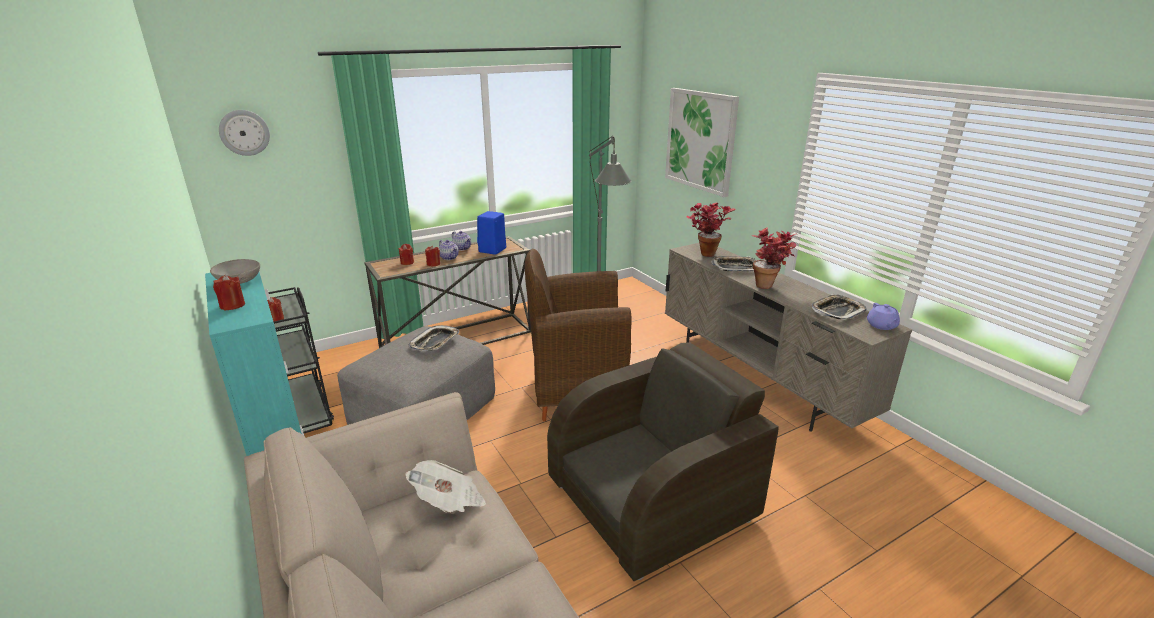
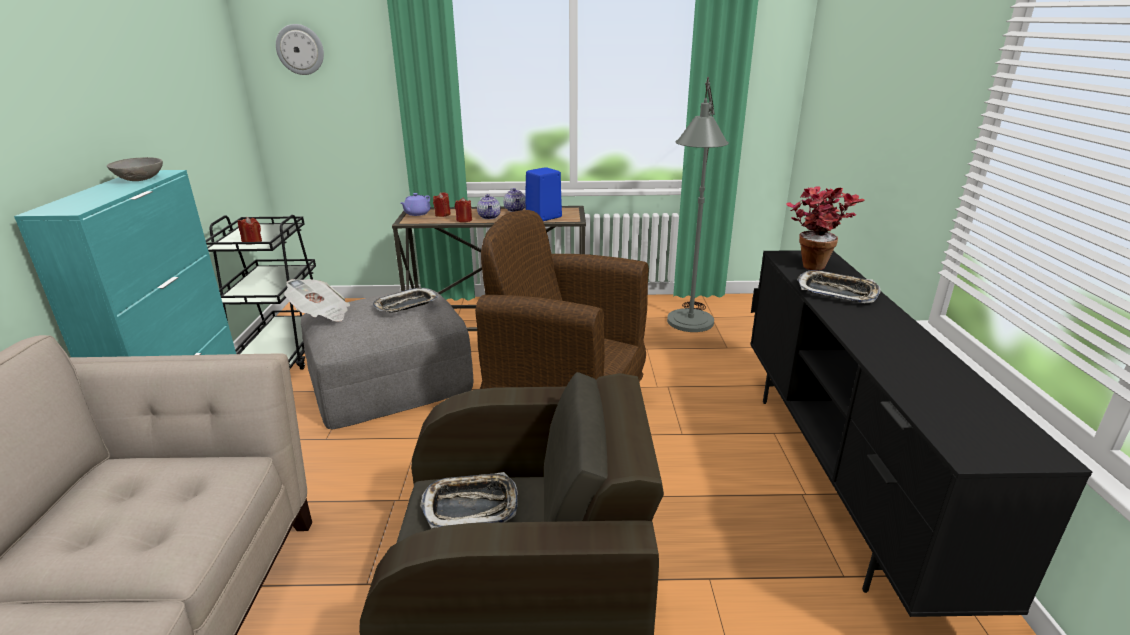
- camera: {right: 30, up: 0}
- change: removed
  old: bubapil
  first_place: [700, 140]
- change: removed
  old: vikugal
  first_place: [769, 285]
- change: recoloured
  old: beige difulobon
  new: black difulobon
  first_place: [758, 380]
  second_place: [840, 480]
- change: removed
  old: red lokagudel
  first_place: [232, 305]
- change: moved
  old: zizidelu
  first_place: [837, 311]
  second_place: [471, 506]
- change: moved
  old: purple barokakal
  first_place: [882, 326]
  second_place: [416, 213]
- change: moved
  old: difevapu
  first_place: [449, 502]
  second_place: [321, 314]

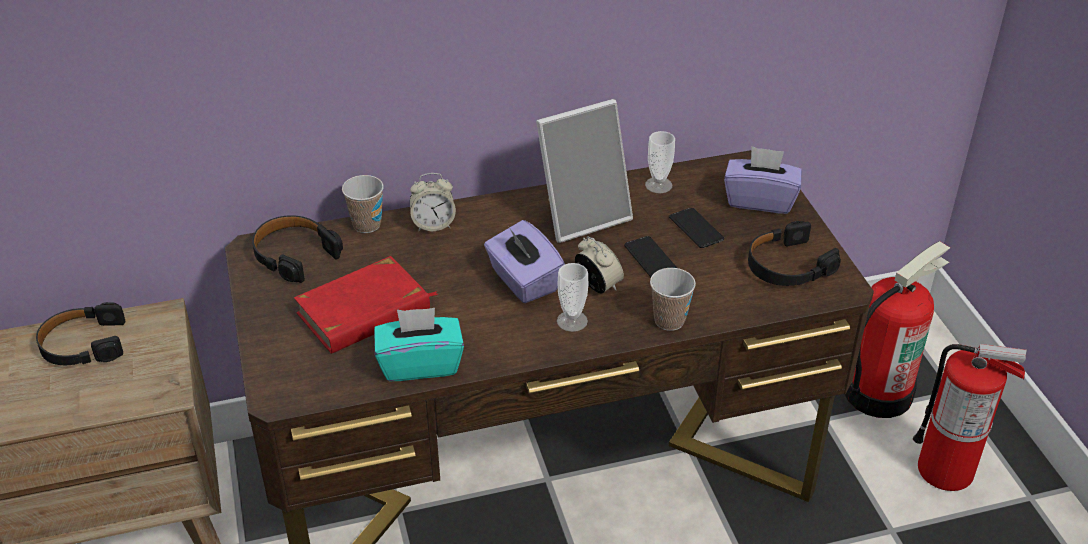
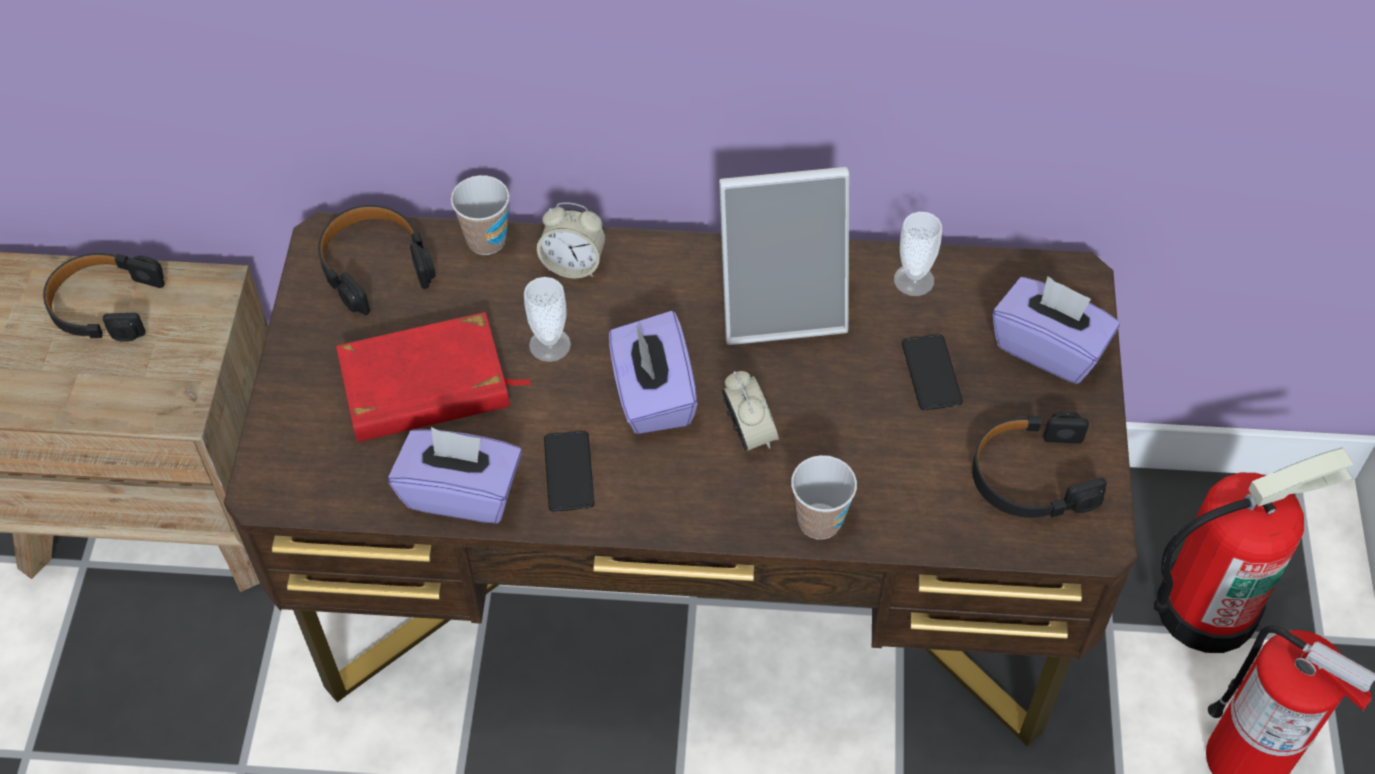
- camera: {right: 20, up: 15}
- change: moved
  old: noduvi
  first_place: [650, 258]
  second_place: [569, 472]
- change: moved
  old: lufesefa
  first_place: [572, 321]
  second_place: [550, 345]
- change: recoloured
  old: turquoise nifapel
  new: purple nifapel
  first_place: [420, 364]
  second_place: [462, 492]

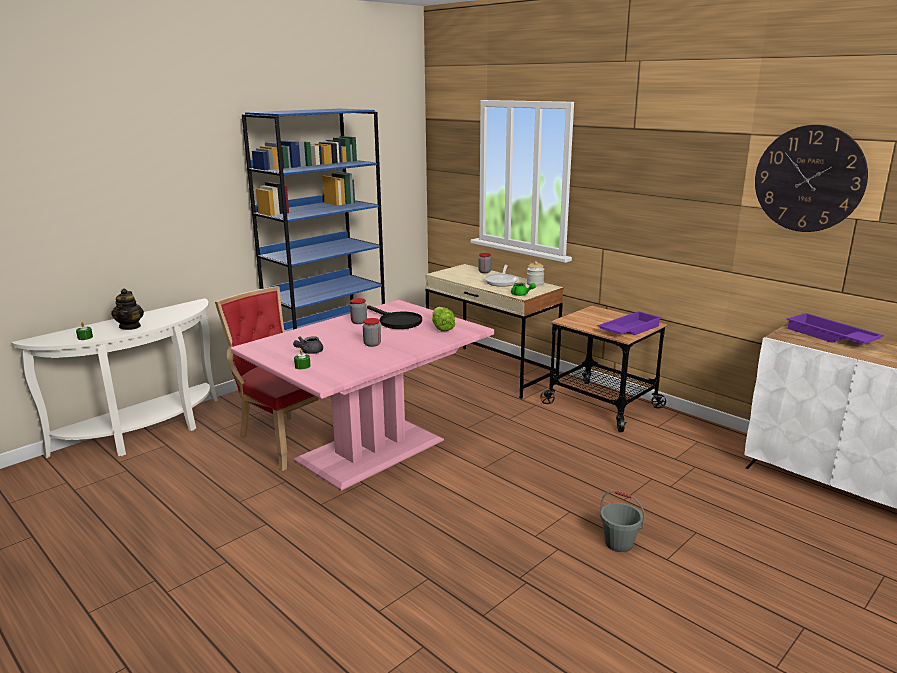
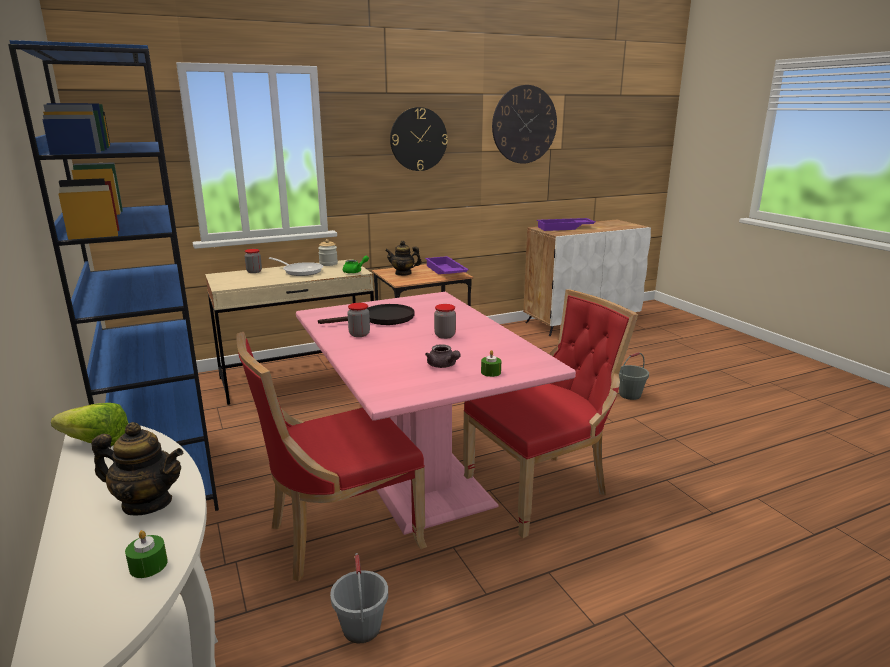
- camera: {right: -70, up: 0}
- change: moved
  old: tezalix
  first_place: [441, 327]
  second_place: [92, 442]
- change: added
  new: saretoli
  second_place: [418, 139]
- change: added
  new: barokakal
  second_place: [403, 273]
- change: added
  new: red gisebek
  second_place: [541, 489]
- change: added
  new: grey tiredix
  second_place: [361, 628]

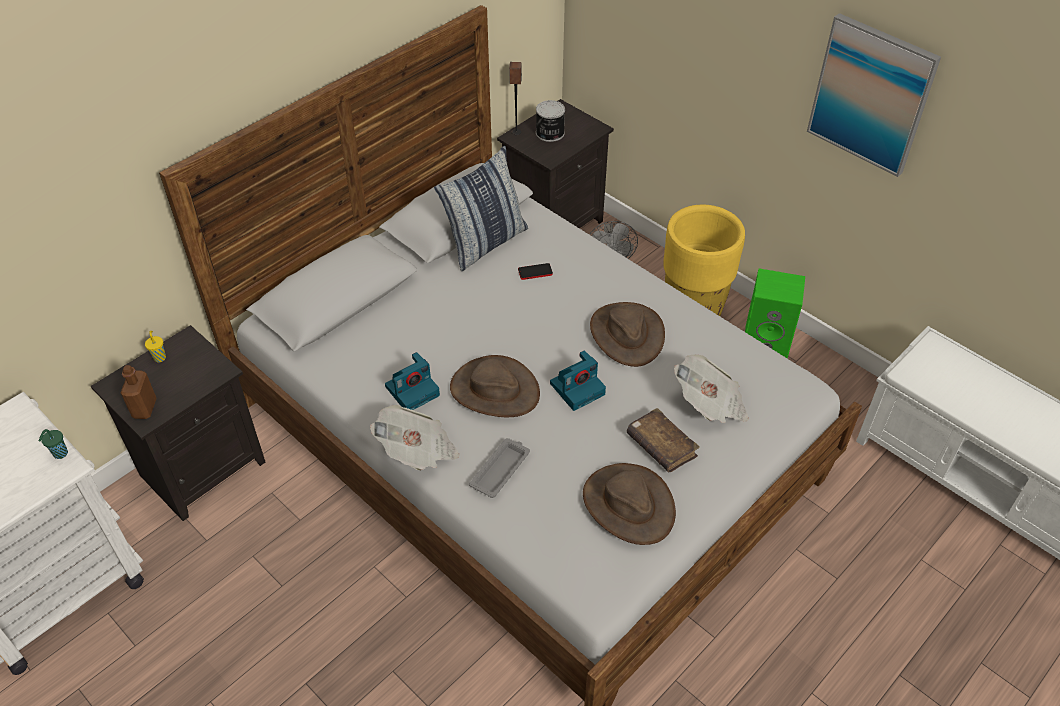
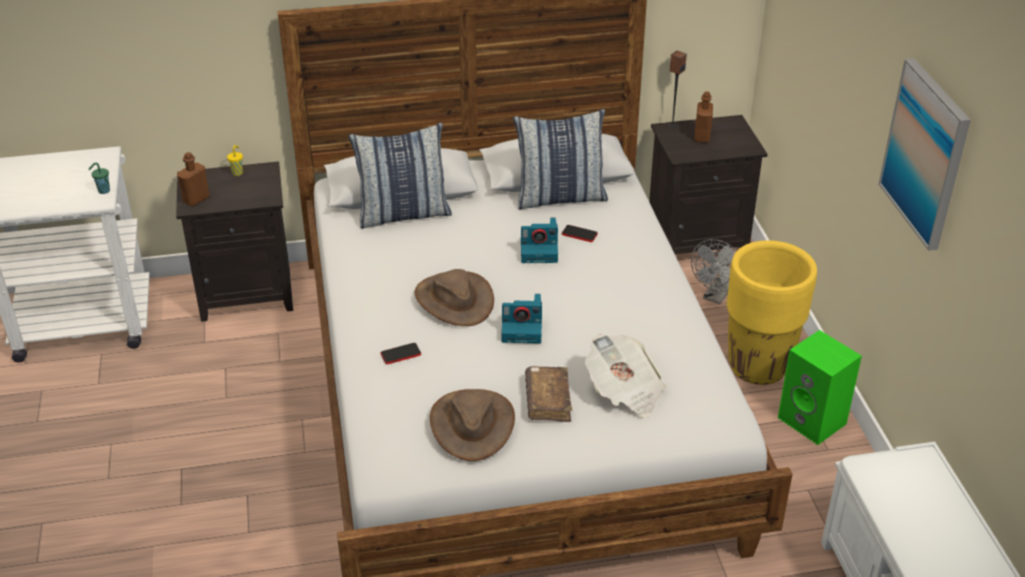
- camera: {right: 35, up: -10}
- change: replaced
  old: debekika
  new: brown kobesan
  first_place: [549, 133]
  second_place: [702, 137]
- change: removed
  old: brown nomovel
  first_place: [626, 334]
- change: moved
  old: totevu
  first_place: [413, 390]
  second_place: [540, 250]
- change: removed
  old: difevapu
  first_place: [418, 451]
- change: replaced
  old: grey zizidelu
  new: noduvi
  first_place: [501, 470]
  second_place: [400, 354]
- change: added
  new: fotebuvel
  second_place: [403, 214]

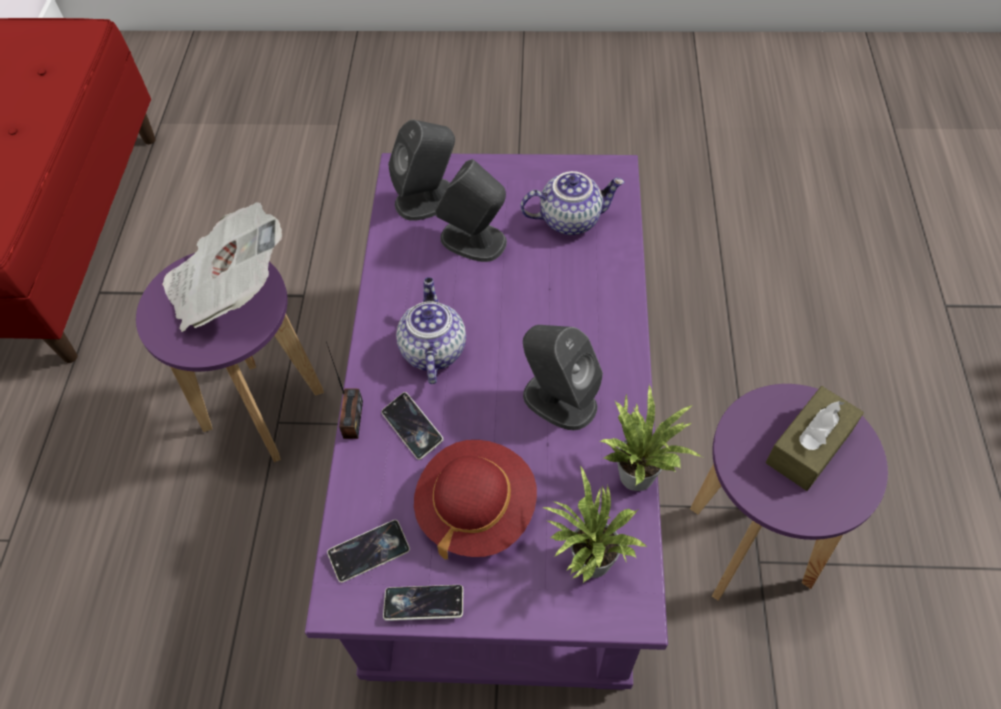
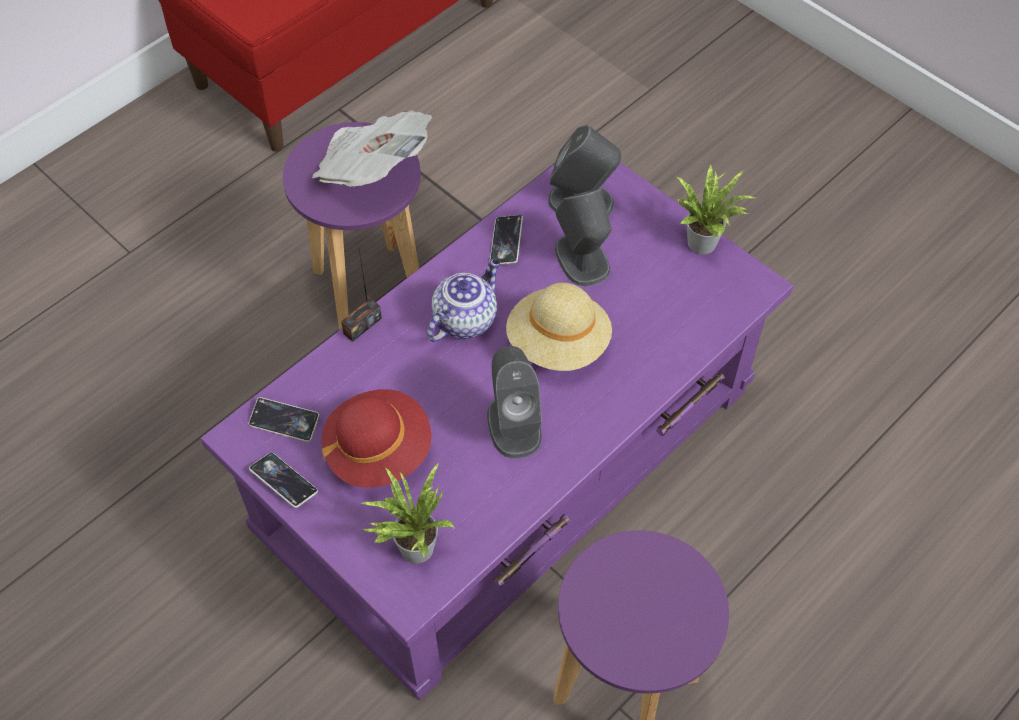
- camera: {right: 40, up: 0}
- change: removed
  old: barokakal
  first_place: [570, 218]
- change: moved
  old: vikugal
  first_place: [638, 471]
  second_place: [705, 241]
- change: removed
  old: brown nifapel
  first_place: [809, 446]
- change: moved
  old: noduvi
  first_place: [412, 428]
  second_place: [506, 242]
- change: added
  new: beige nomovel
  second_place: [558, 343]

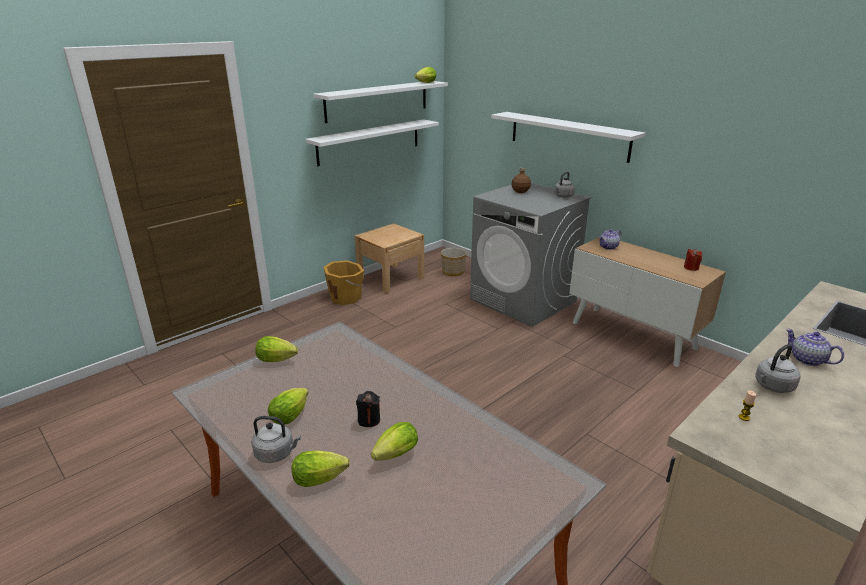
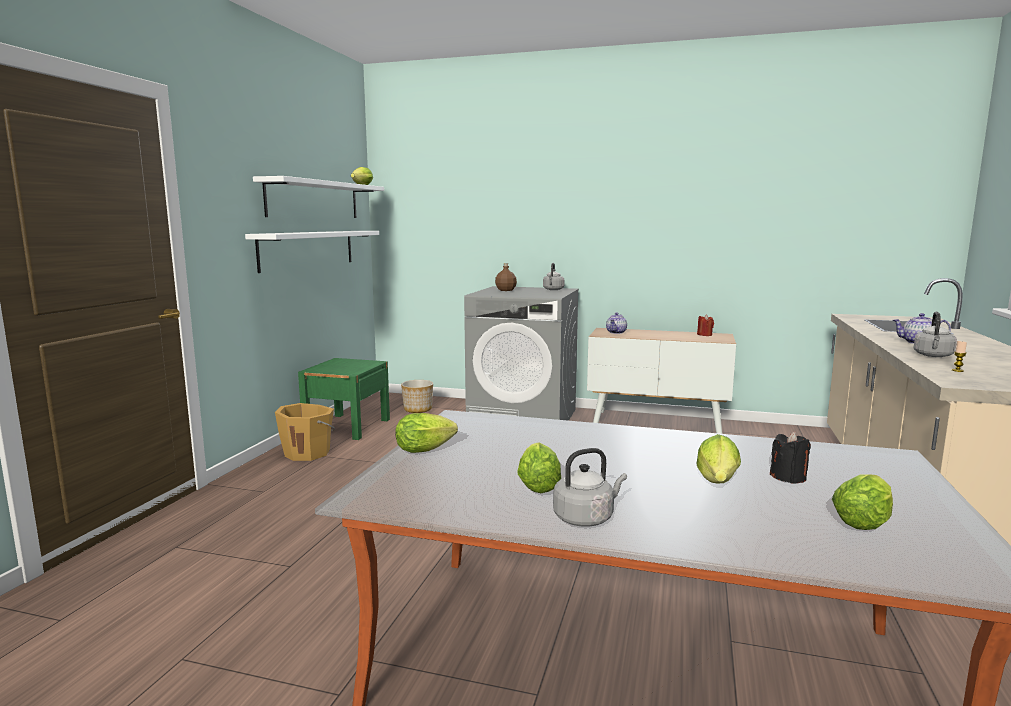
- camera: {right: -30, up: -15}
- change: removed
  old: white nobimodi
  first_place: [568, 136]
- change: recoloured
  old: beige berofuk
  new: green berofuk
  first_place: [390, 278]
  second_place: [347, 426]
- change: moved
  old: black lokagudel
  first_place: [369, 420]
  second_place: [788, 477]
- change: moved
  old: tezalix
  first_place: [322, 479]
  second_place: [864, 521]

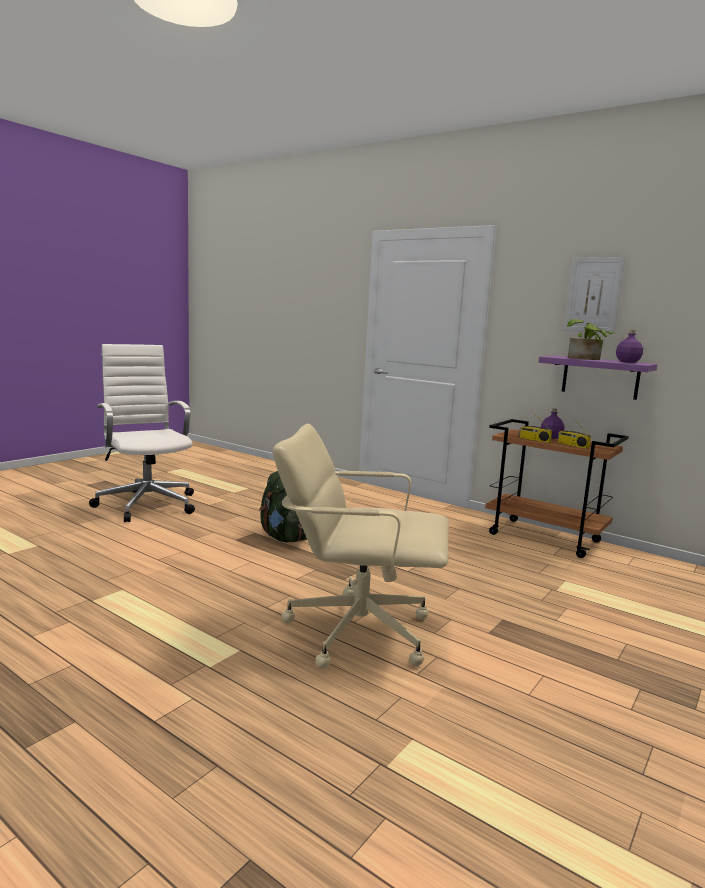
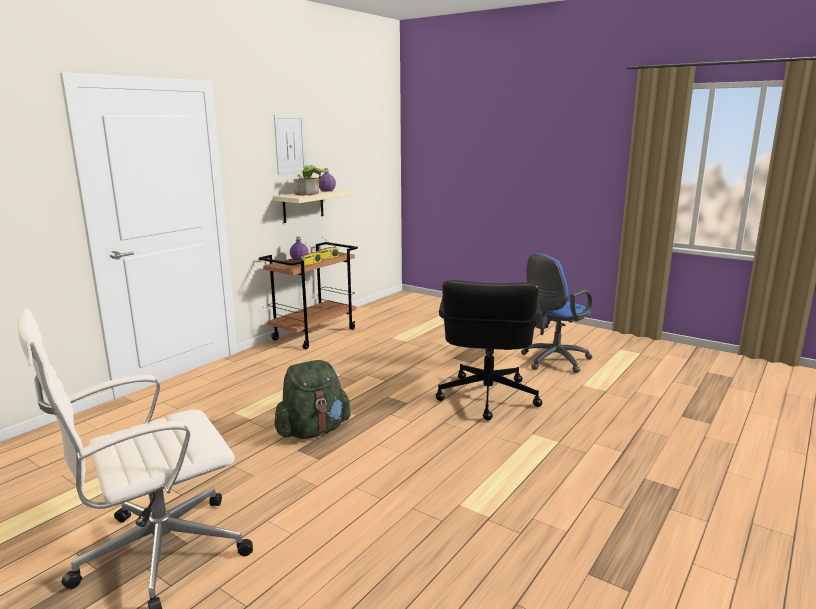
- camera: {right: -90, up: 5}
- change: recoloured
  old: purple nobimodi
  new: beige nobimodi
  first_place: [600, 377]
  second_place: [303, 205]
- change: recoloured
  old: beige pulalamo
  new: black pulalamo
  first_place: [357, 630]
  second_place: [486, 397]
- change: added
  new: blue pulalamo
  second_place: [552, 361]

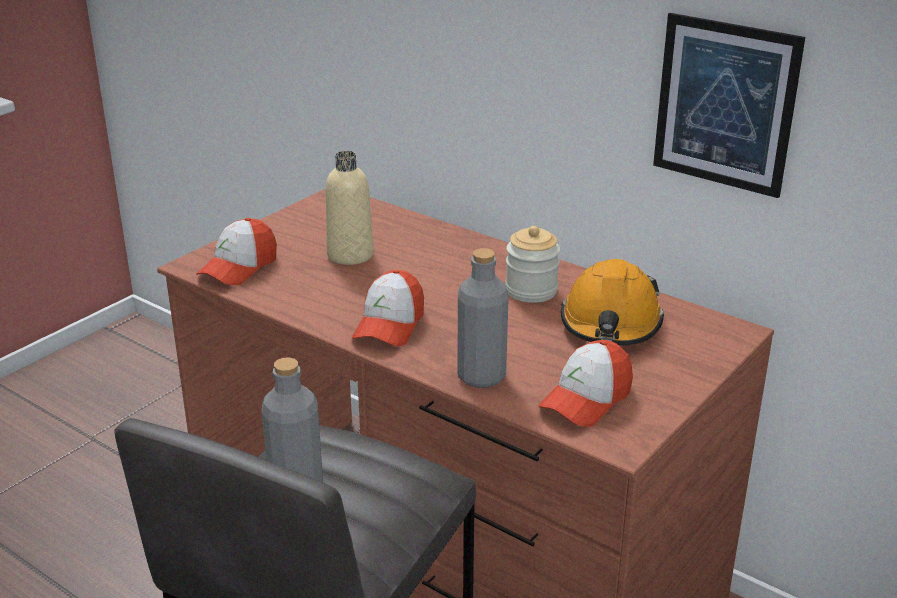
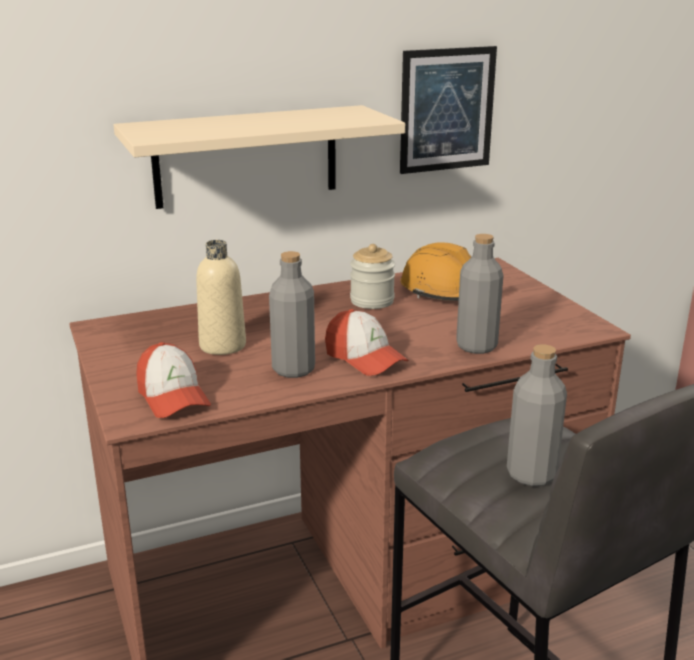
- camera: {right: -60, up: -5}
- change: removed
  old: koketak
  first_place: [586, 399]
- change: added
  new: beige nobimodi
  second_place: [246, 156]
- change: added
  new: grey kobesan
  second_place: [293, 369]

